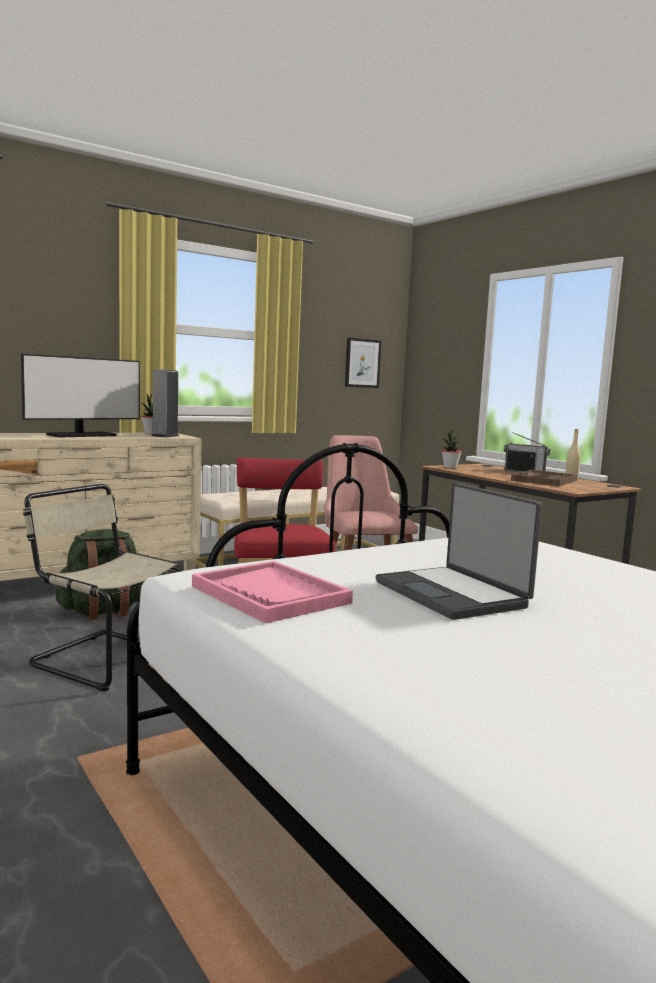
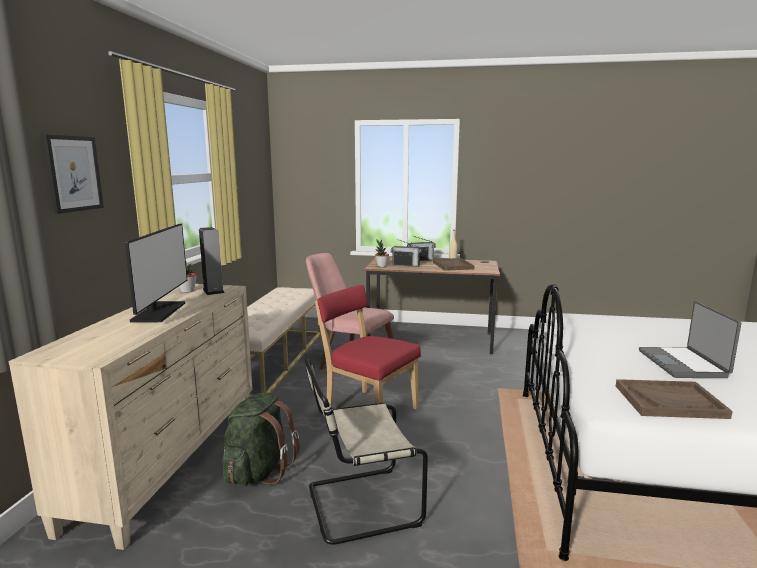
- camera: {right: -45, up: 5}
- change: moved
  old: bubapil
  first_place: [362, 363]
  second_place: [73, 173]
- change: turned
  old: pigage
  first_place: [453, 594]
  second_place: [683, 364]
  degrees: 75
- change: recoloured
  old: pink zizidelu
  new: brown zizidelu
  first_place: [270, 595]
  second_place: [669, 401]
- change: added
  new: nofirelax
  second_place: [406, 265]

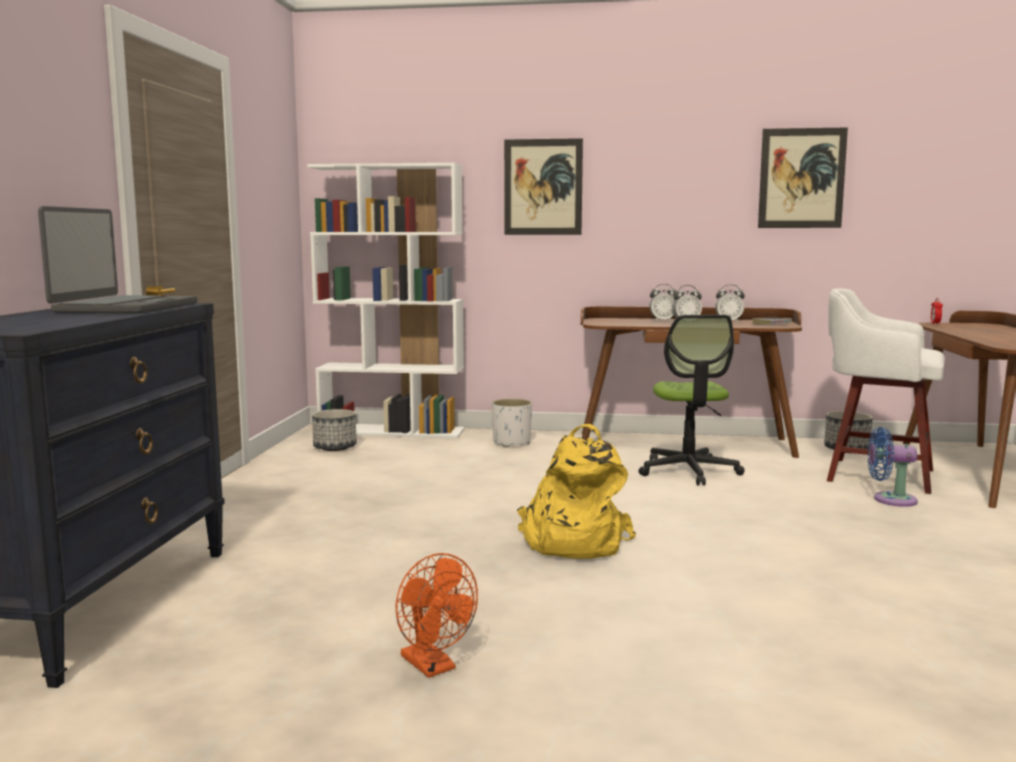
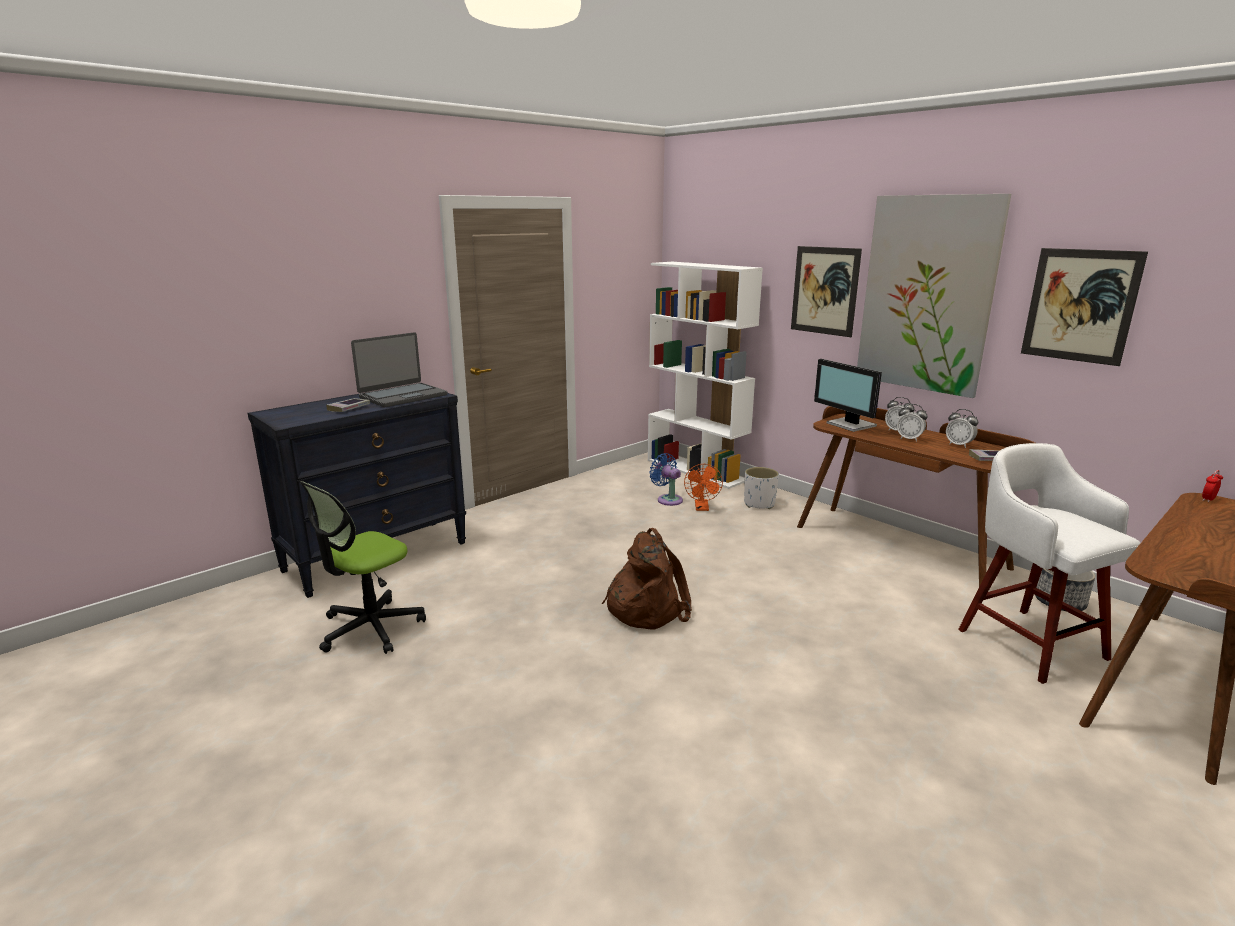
- camera: {right: 40, up: 10}
- change: moved
  old: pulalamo
  first_place: [688, 471]
  second_place: [371, 628]
- change: removed
  old: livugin
  first_place: [335, 447]
- change: recoloured
  old: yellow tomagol
  new: brown tomagol
  first_place: [572, 542]
  second_place: [646, 608]
- change: moved
  old: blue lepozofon
  first_place: [890, 499]
  second_place: [668, 499]
- change: moved
  old: orange lepozofon
  first_place: [433, 667]
  second_place: [702, 508]
- change: added
  new: bubapil
  second_place: [926, 294]
- change: added
  new: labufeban
  second_place: [850, 425]
- change: added
  new: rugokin
  second_place: [349, 408]

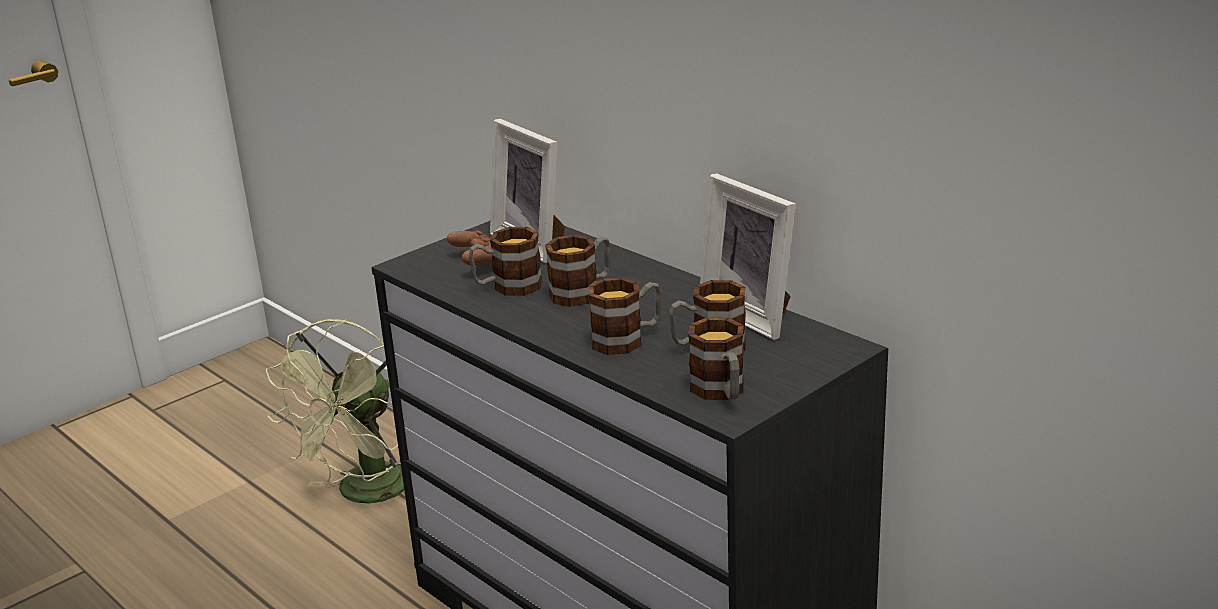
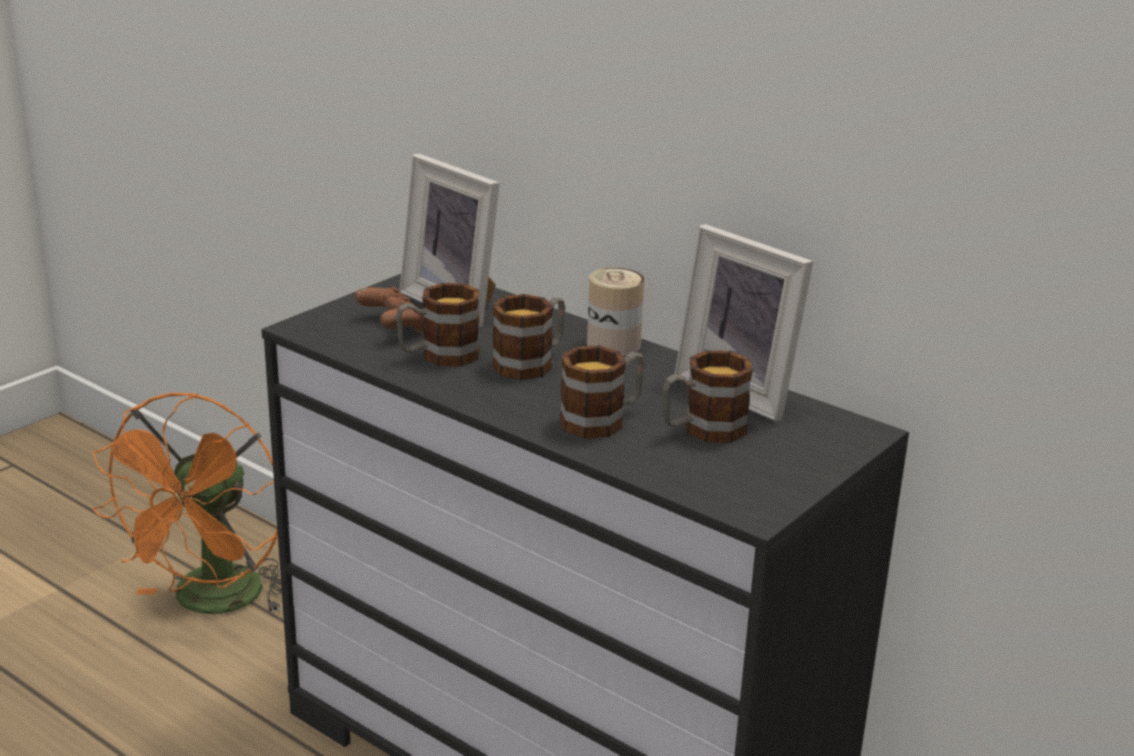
- camera: {right: -10, up: 0}
- change: removed
  old: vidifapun
  first_place: [721, 392]
- change: recoloured
  old: green lepozofon
  new: orange lepozofon
  first_place: [367, 495]
  second_place: [211, 603]
- change: added
  new: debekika
  second_place: [613, 344]

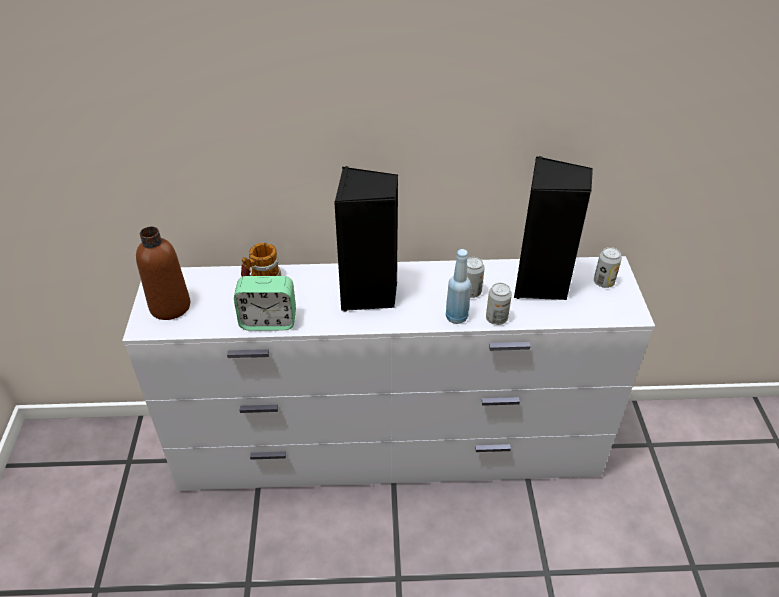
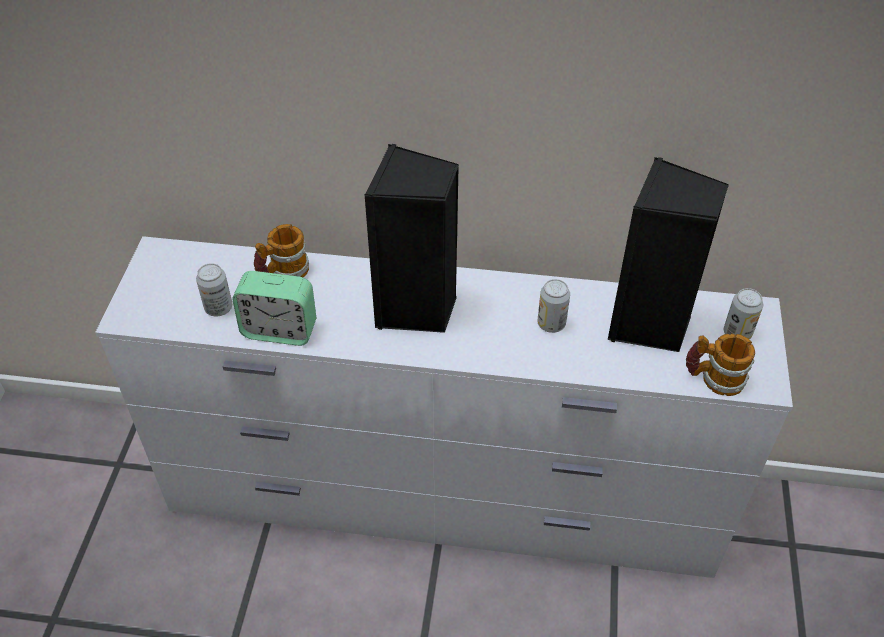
- camera: {right: 10, up: 5}
- change: removed
  old: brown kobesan
  first_place: [170, 306]
- change: removed
  old: blue kobesan
  first_place: [456, 317]
- change: moved
  old: debekika
  first_place: [496, 318]
  second_place: [218, 308]
- change: added
  new: vidifapun
  second_place: [713, 378]

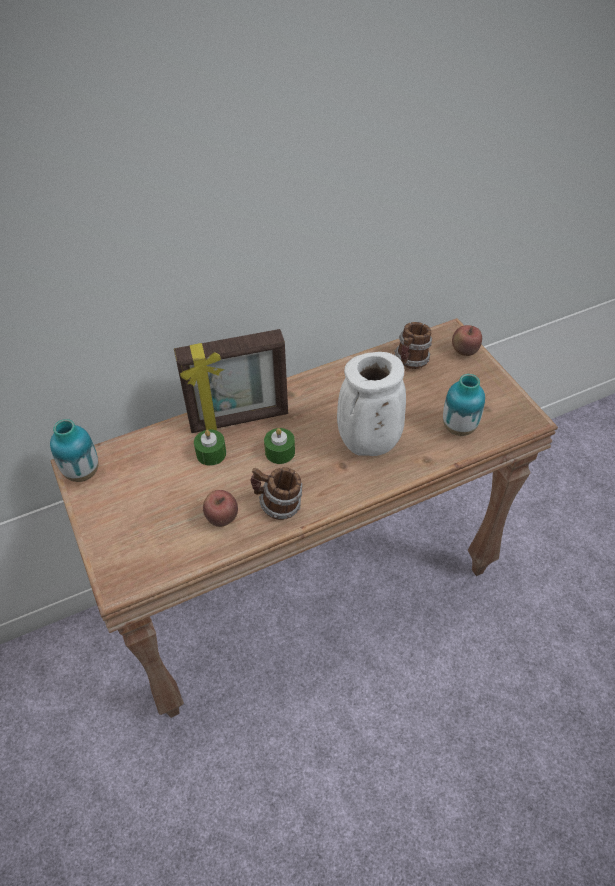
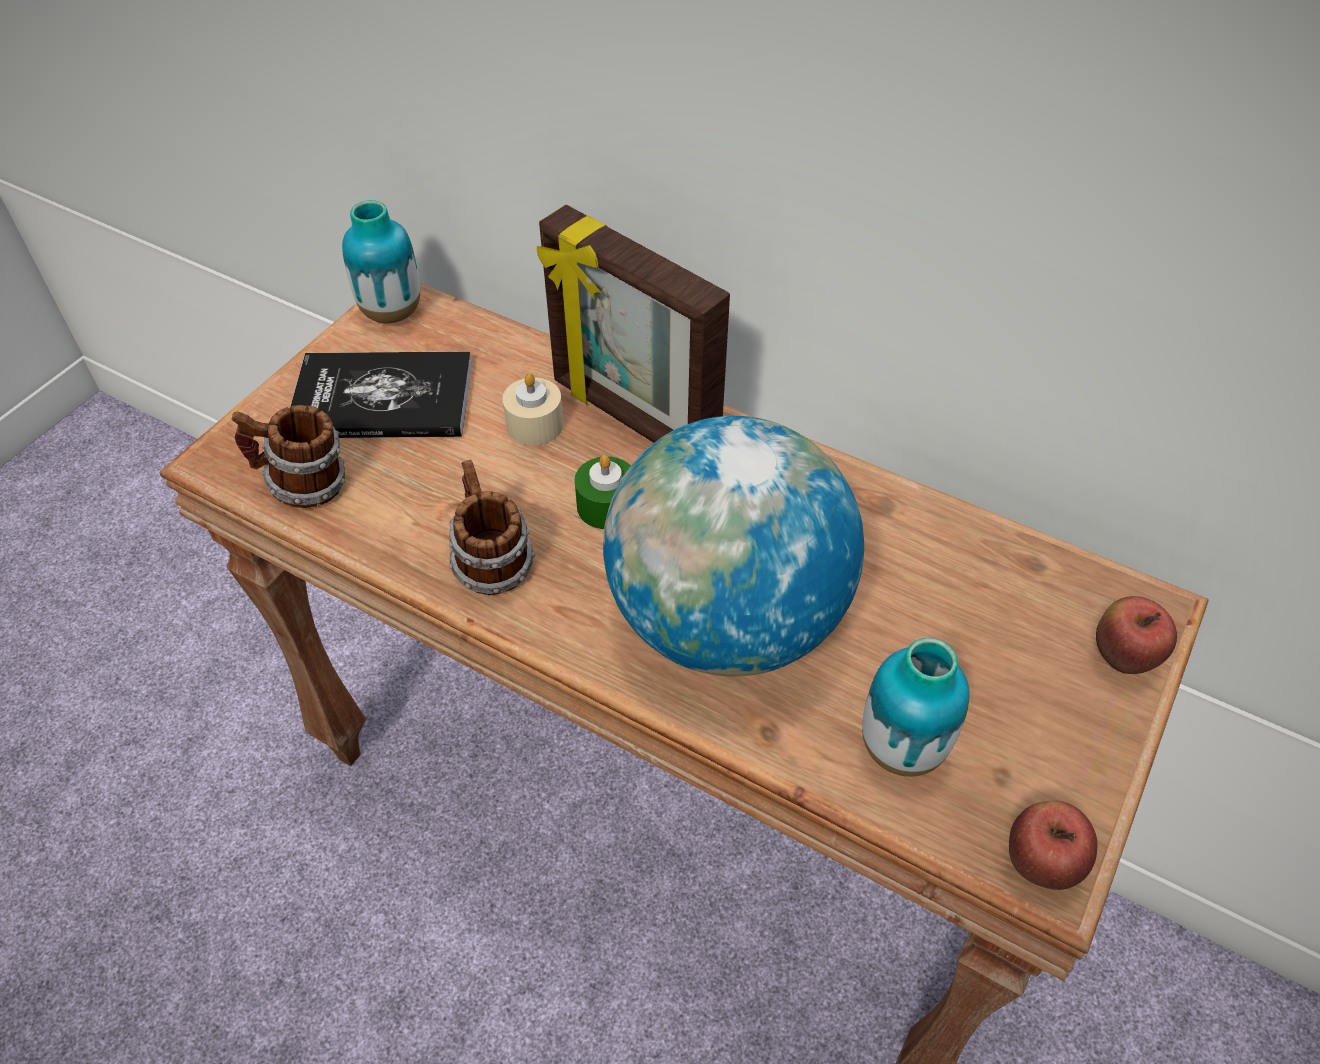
- camera: {right: 55, up: 0}
- change: moved
  old: vidifapun
  first_place: [411, 362]
  second_place: [304, 486]
- change: replaced
  old: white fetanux
  new: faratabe
  first_place: [368, 445]
  second_place: [725, 620]
- change: recoloured
  old: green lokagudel
  new: beige lokagudel
  first_place: [211, 453]
  second_place: [535, 424]
- change: moved
  old: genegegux
  first_place: [222, 519]
  second_place: [1040, 864]
- change: added
  new: rugokin
  second_place: [382, 398]

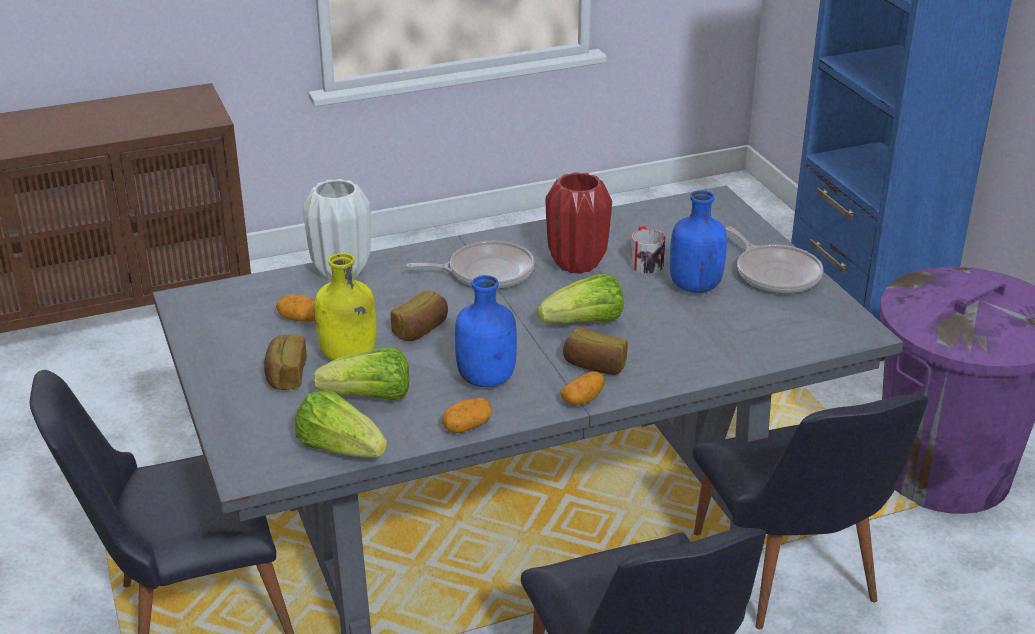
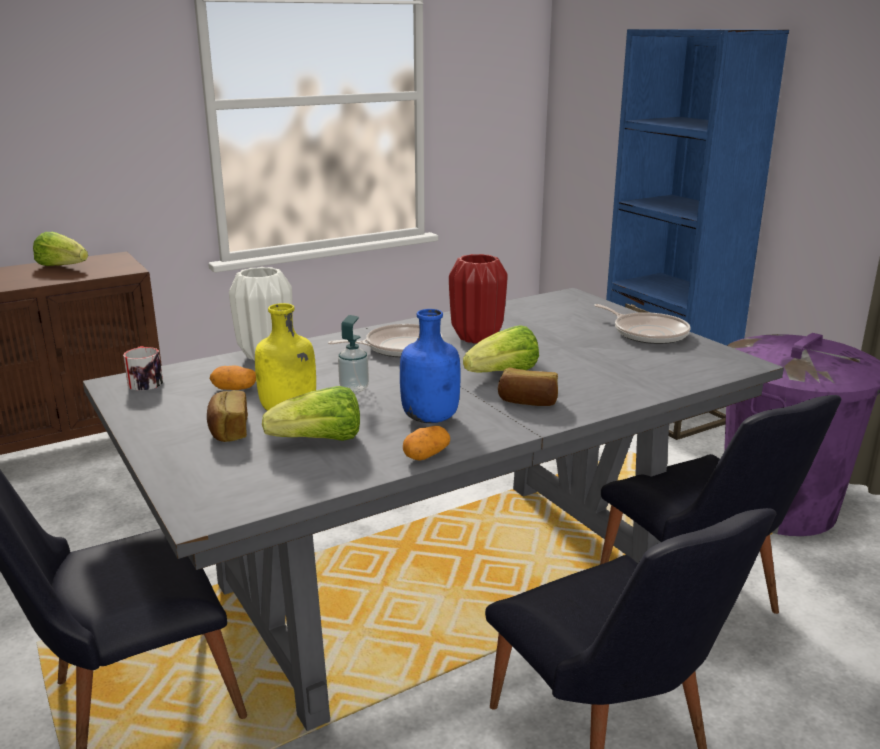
- camera: {right: -10, up: -10}
- change: removed
  old: blue kobesan
  first_place: [694, 286]
- change: moved
  old: vidifapun
  first_place: [645, 261]
  second_place: [145, 381]
- change: replaced
  old: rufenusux
  new: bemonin
  first_place: [421, 330]
  second_place: [354, 388]
- change: removed
  old: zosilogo
  first_place: [583, 399]
- change: moved
  old: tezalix
  first_place: [340, 448]
  second_place: [62, 266]

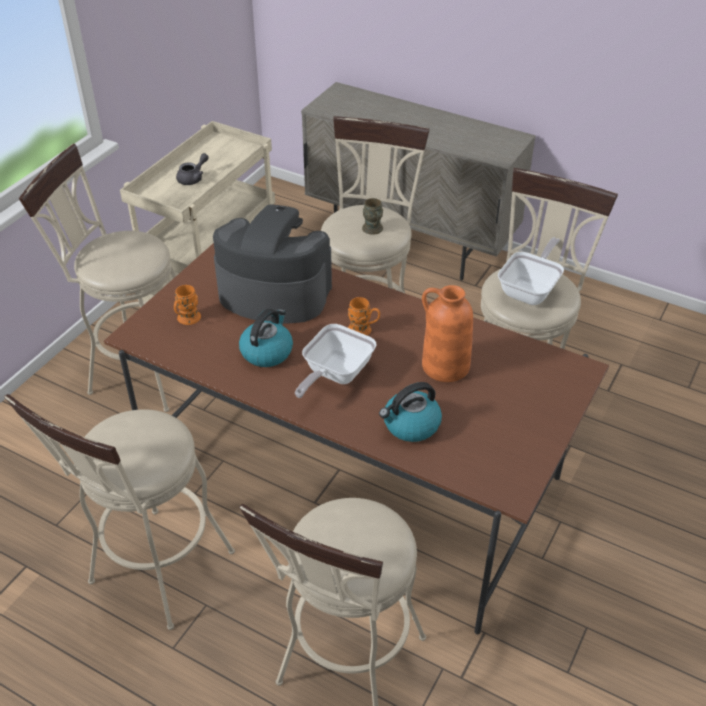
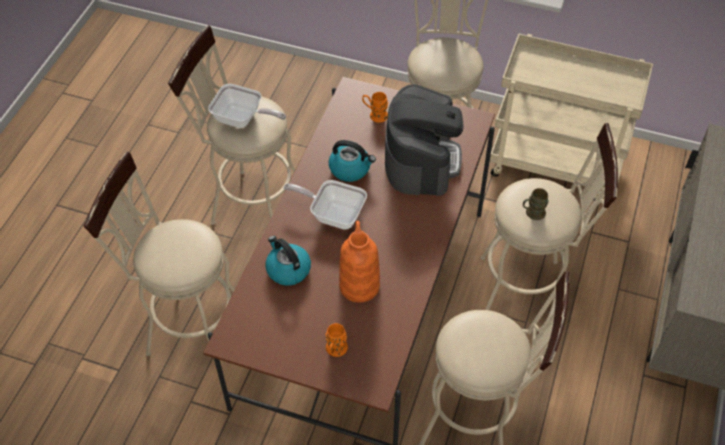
- camera: {right: 80, up: 10}
- change: removed
  old: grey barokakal
  first_place: [193, 178]
- change: moved
  old: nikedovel
  first_place: [531, 290]
  second_place: [242, 119]
- change: moved
  old: orange vidifapun
  first_place: [363, 331]
  second_place: [335, 350]

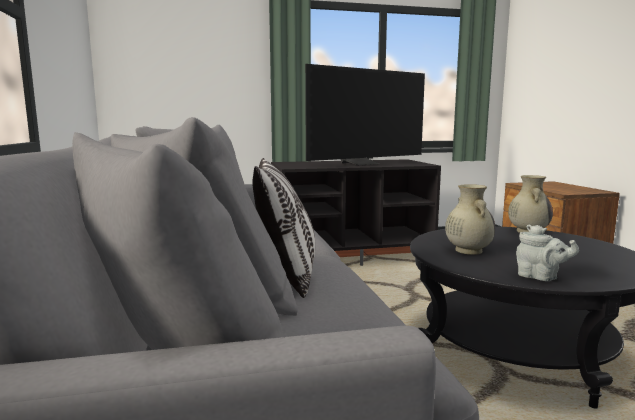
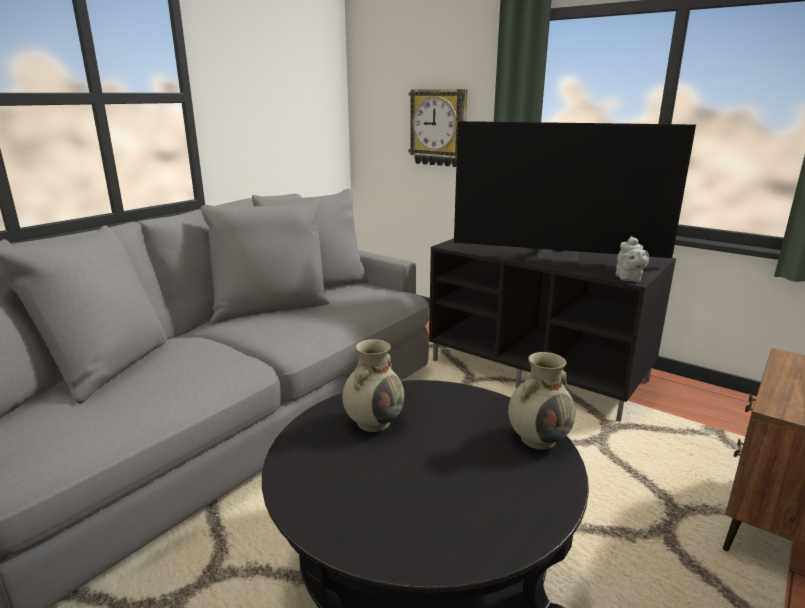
- camera: {right: 50, up: 10}
- change: removed
  old: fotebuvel
  first_place: [286, 276]
- change: moved
  old: grey barokakal
  first_place: [540, 277]
  second_place: [629, 279]
- change: added
  new: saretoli
  second_place: [439, 128]

